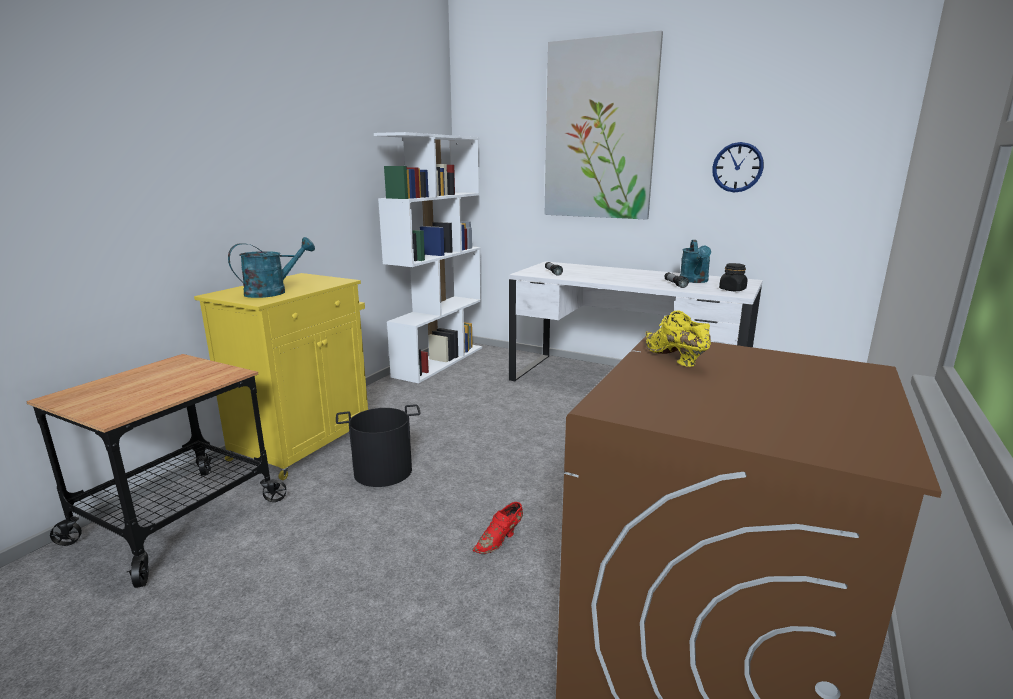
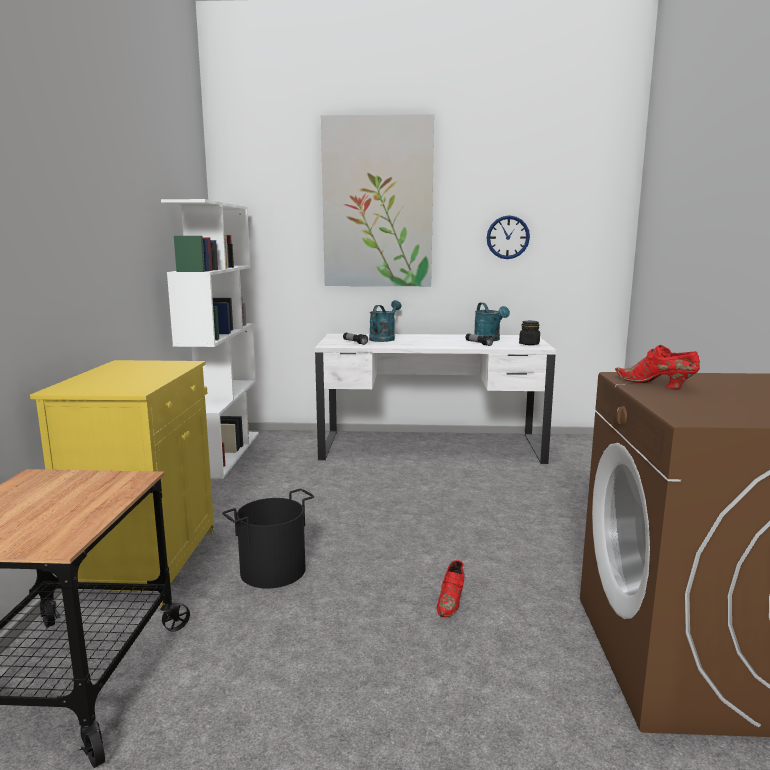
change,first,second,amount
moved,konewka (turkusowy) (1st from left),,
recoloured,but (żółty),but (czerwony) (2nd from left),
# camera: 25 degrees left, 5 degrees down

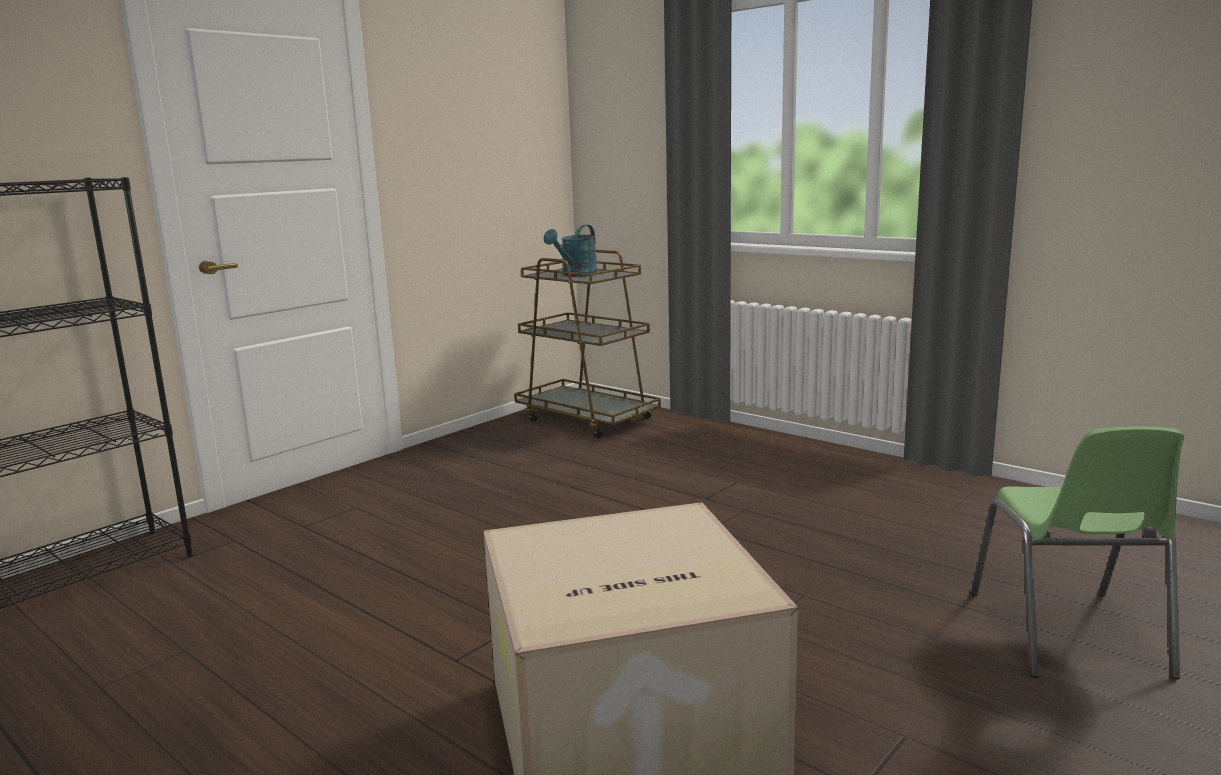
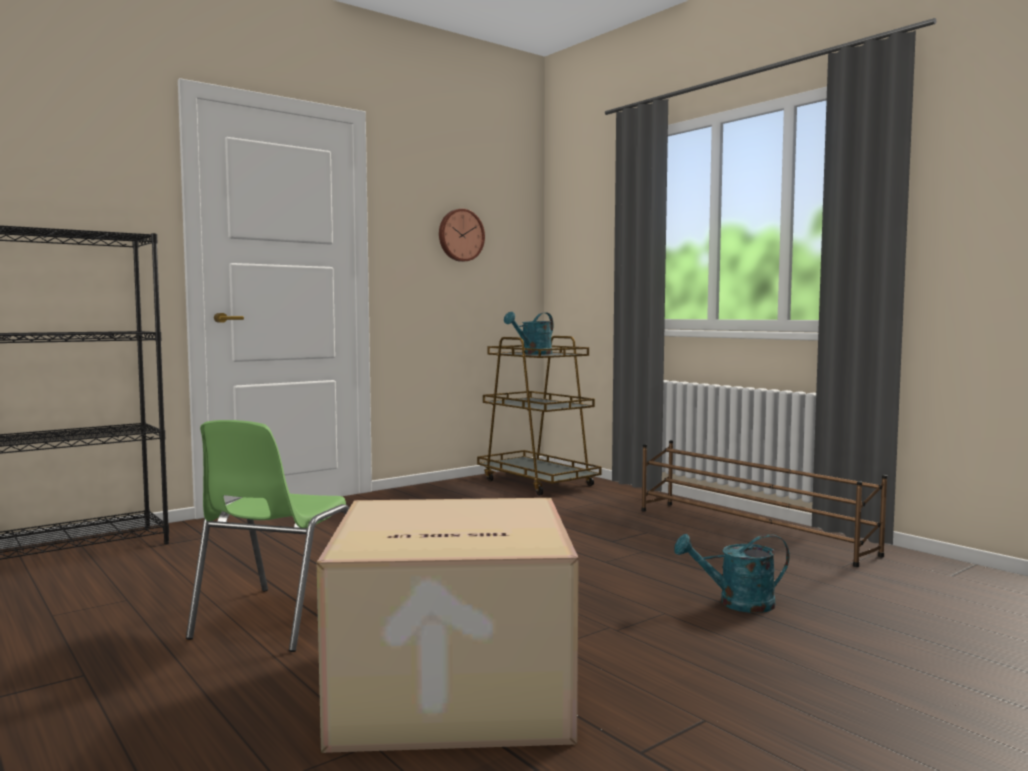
change,first,second,amount
moved,krzesło (zielony),,
added,,zegar ścienny,
added,,regał na buty (brązowy),
added,,konewka (turkusowy) (2nd from left),
# camera: 10 degrees right, 10 degrees down

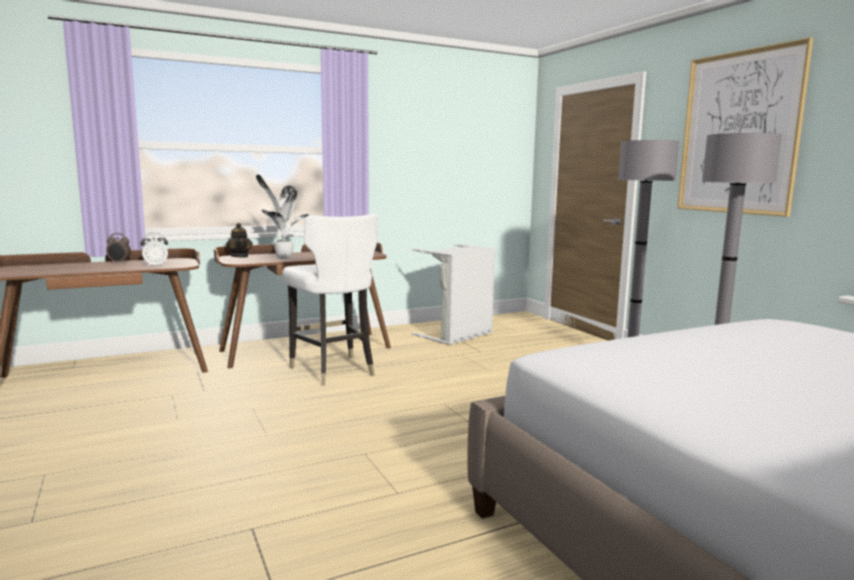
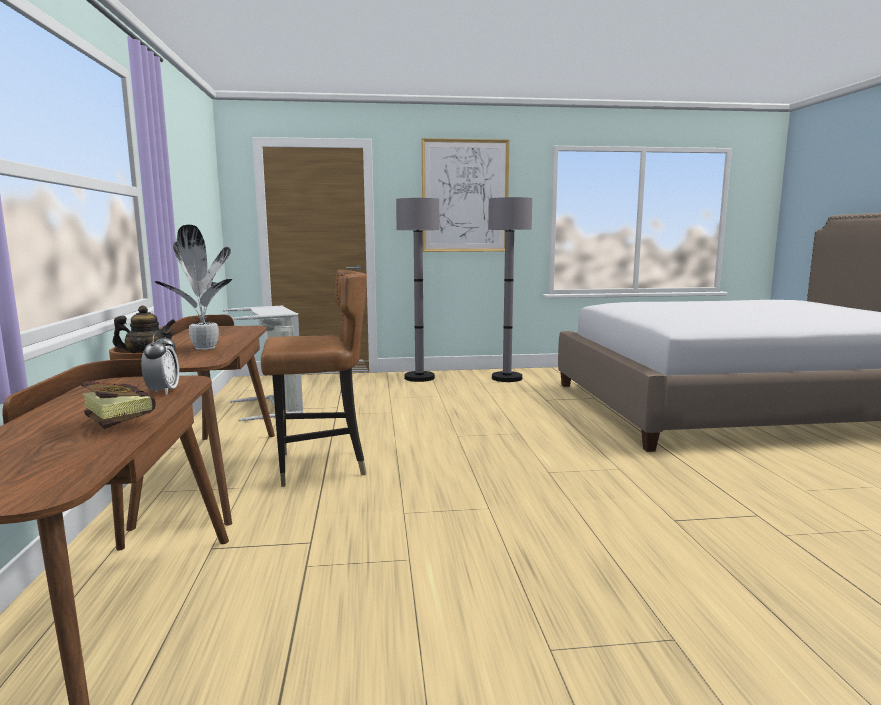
change,first,second,amount
removed,budzik (1st from left),,
recoloured,krzesło (biały),krzesło (brązowy),
added,,książka,
# camera: 70 degrees left, 0 degrees up

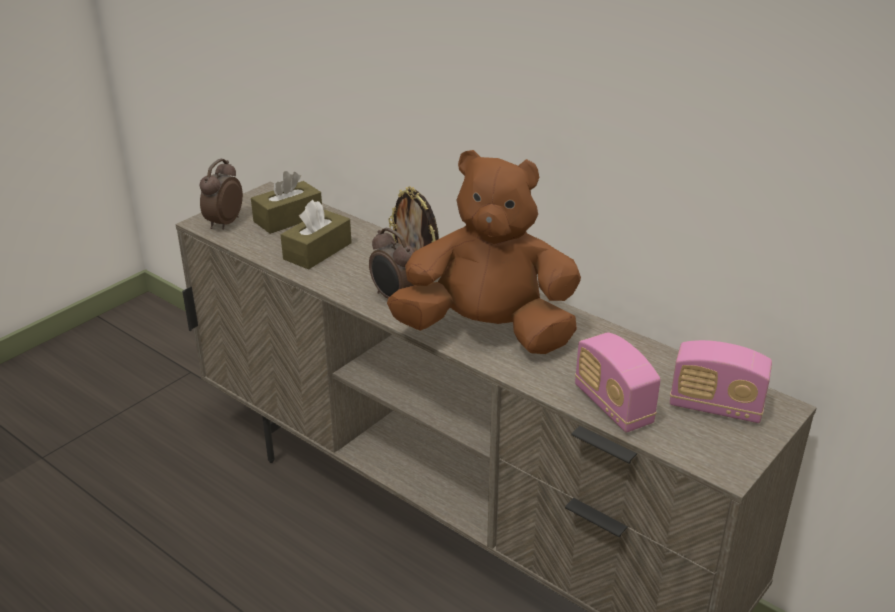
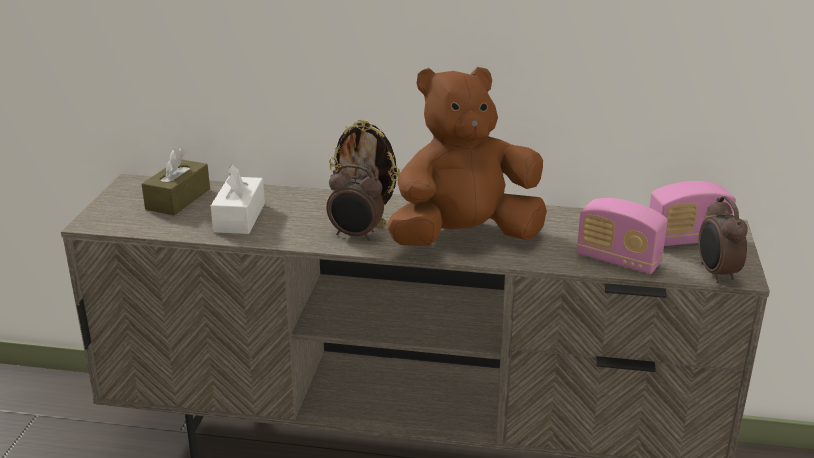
change,first,second,amount
moved,budzik (1st from left in the first image),budzik (2nd from left),
recoloured,pudełko chusteczek (brązowy) (2nd from left),pudełko chusteczek (biały),
# camera: 30 degrees left, 5 degrees down

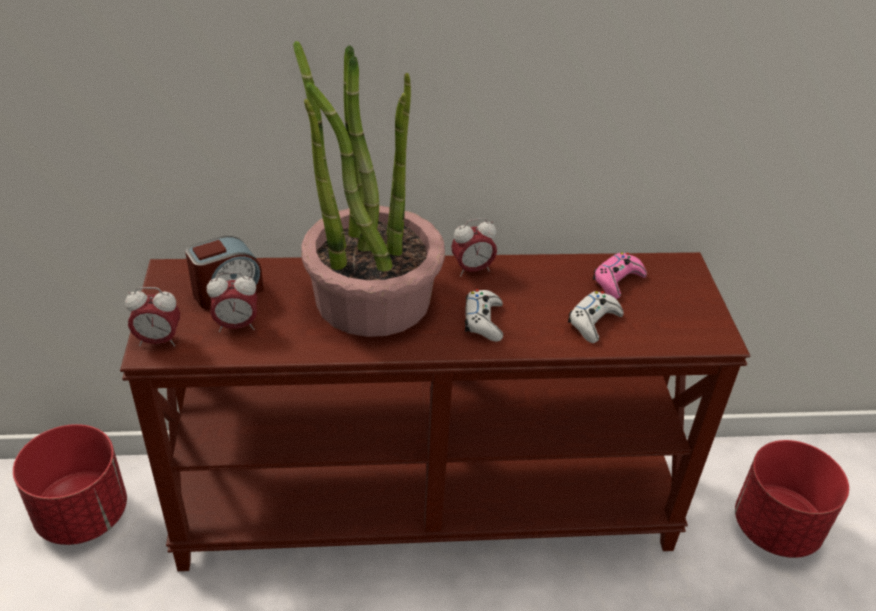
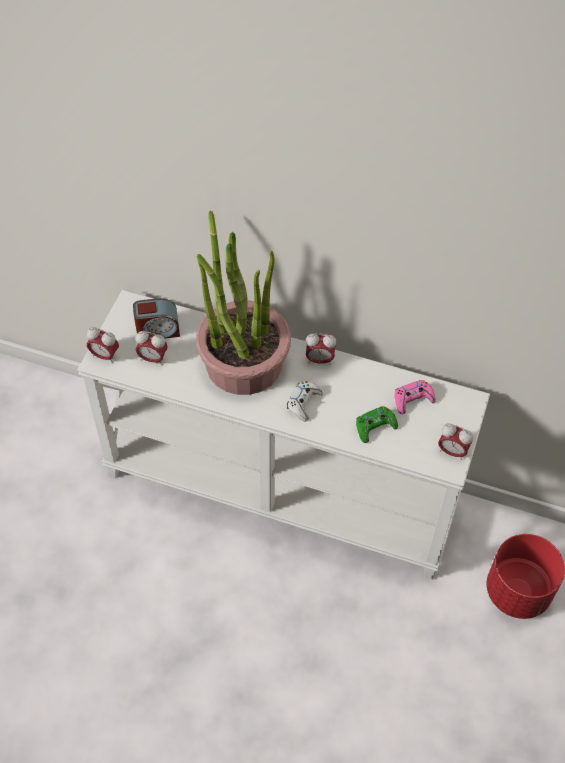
change,first,second,amount
removed,donica (czerwony) (1st from left),,
recoloured,stolik konsolowy (brązowy),stolik konsolowy (biały),
recoloured,pad do gier (biały) (2nd from left),pad do gier (zielony),
added,,budzik (5th from left),
# camera: 25 degrees right, 15 degrees up

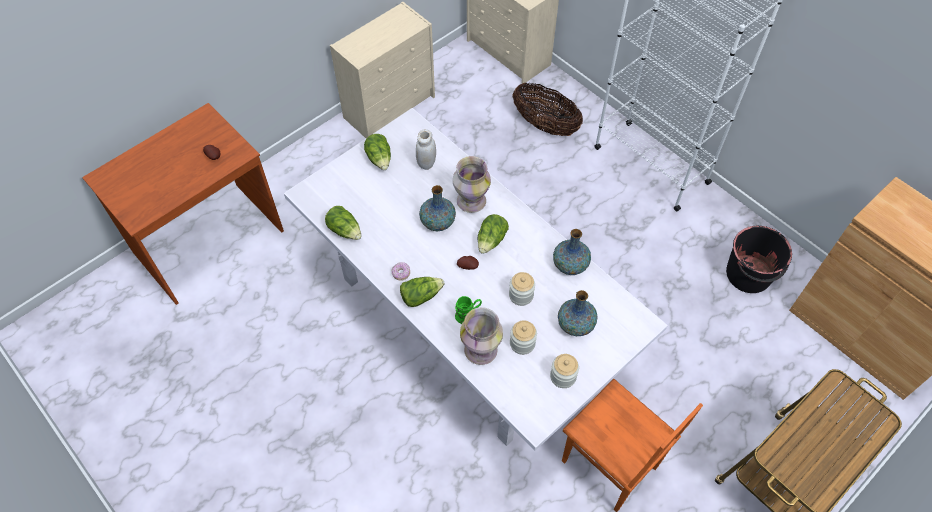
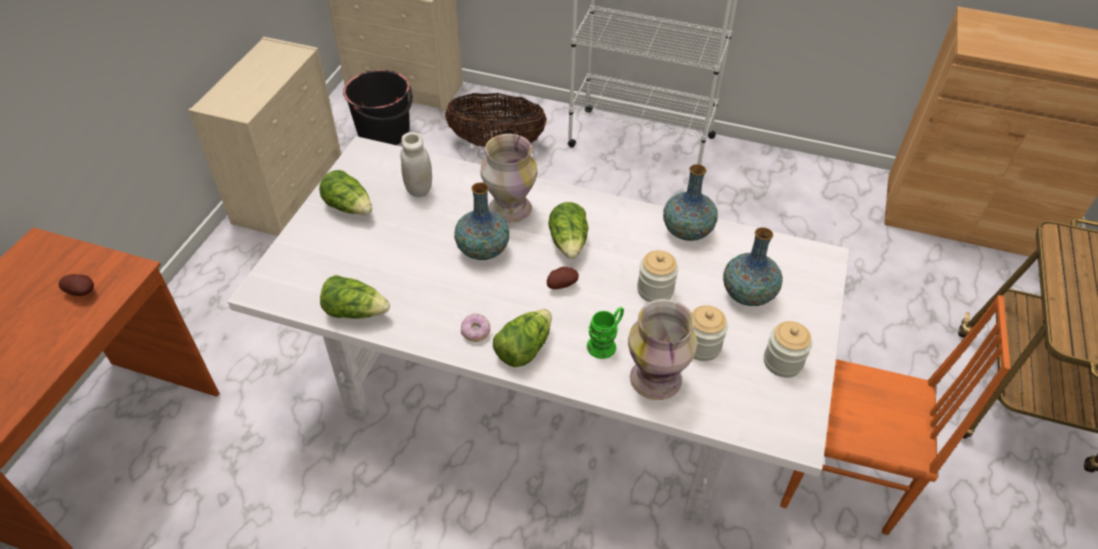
change,first,second,amount
moved,wiadro (czarny),,
# camera: 30 degrees left, 10 degrees down

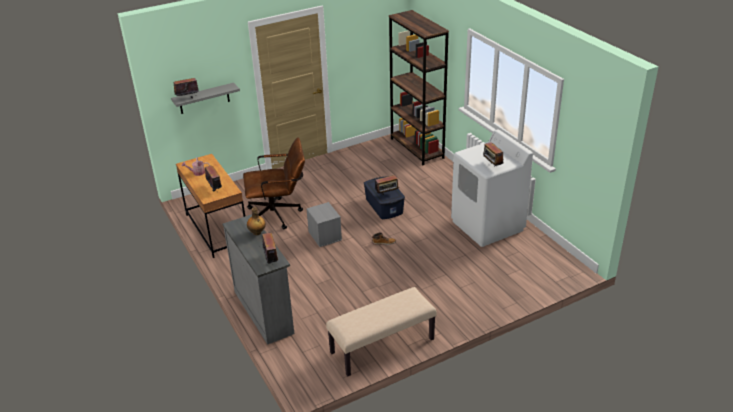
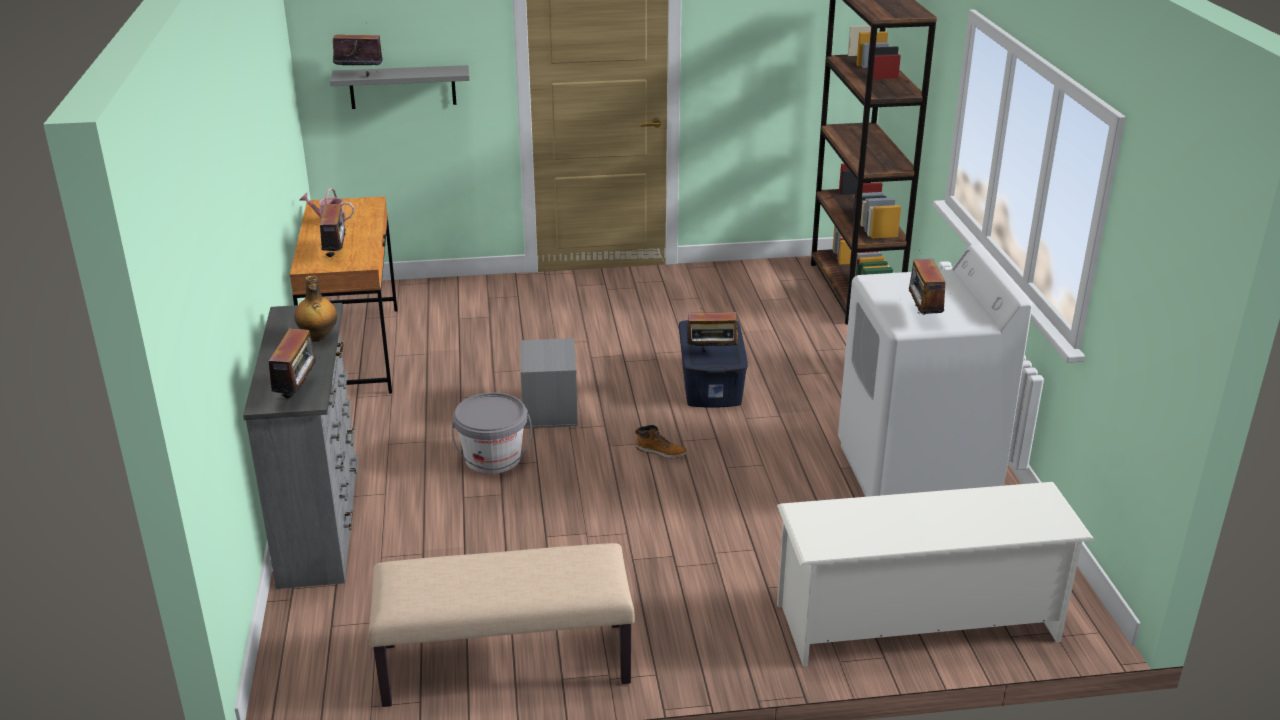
change,first,second,amount
removed,krzesło biurowe (brązowy),,
added,,wiadro (szary),
added,,regał na buty (biały),
# camera: 20 degrees right, 5 degrees down

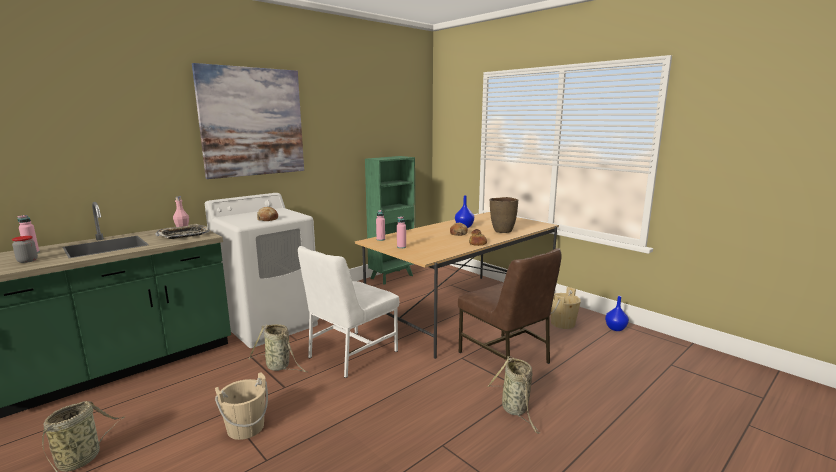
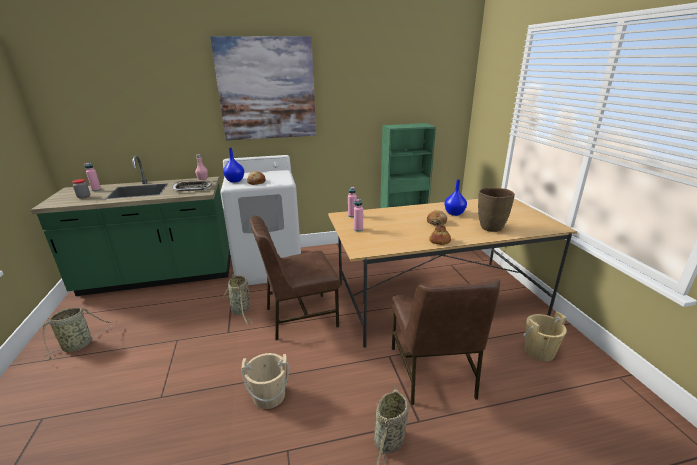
change,first,second,amount
moved,wiadro (beżowy) (1st from left),,
recoloured,krzesło (biały),krzesło (brązowy) (1st from left),
moved,wazon (niebieski) (2nd from left in the first image),wazon (niebieski) (1st from left),
# camera: 30 degrees right, 10 degrees up

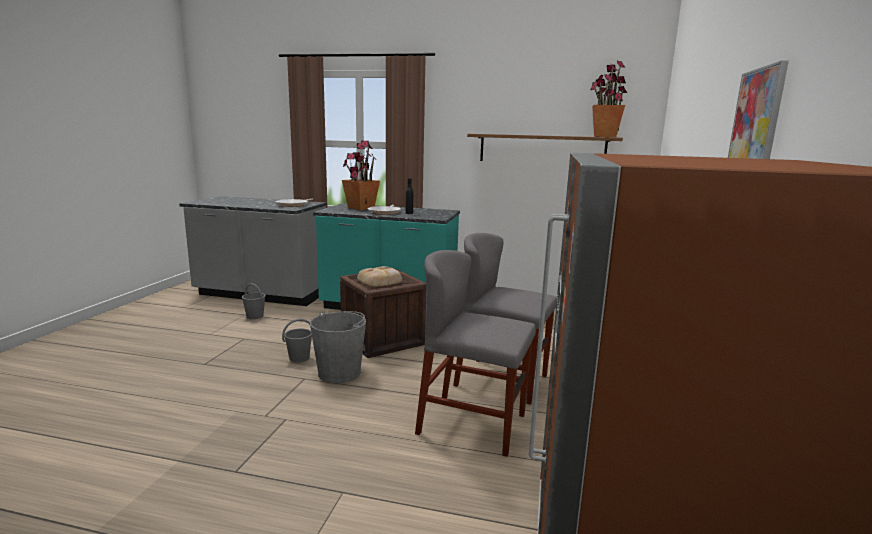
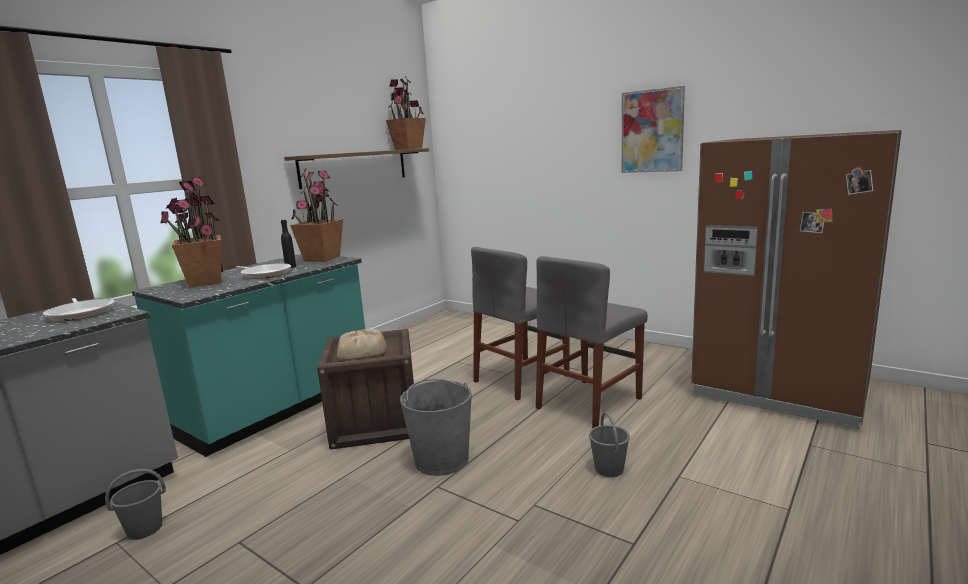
change,first,second,amount
moved,wiadro (szary) (2nd from left in the first image),wiadro (szary) (3rd from left),
added,,roślina doniczkowa (2nd from left),
# camera: 65 degrees left, 0 degrees up

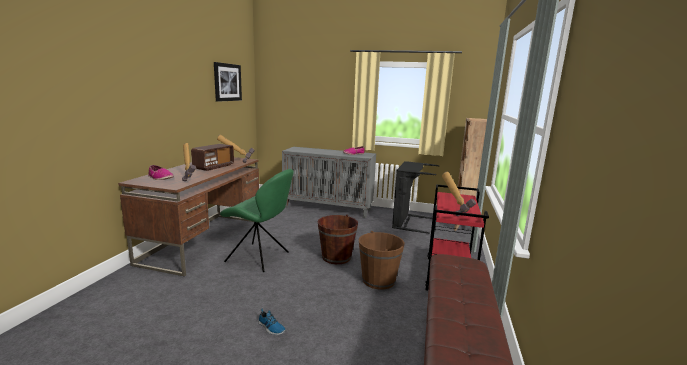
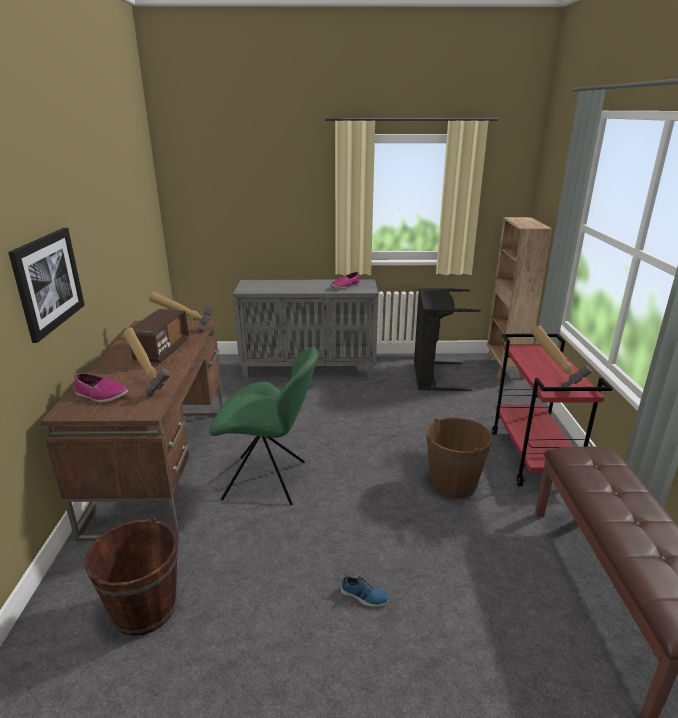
change,first,second,amount
moved,obraz,,
moved,wiadro (brązowy) (1st from left),,
# camera: 15 degrees left, 10 degrees up

